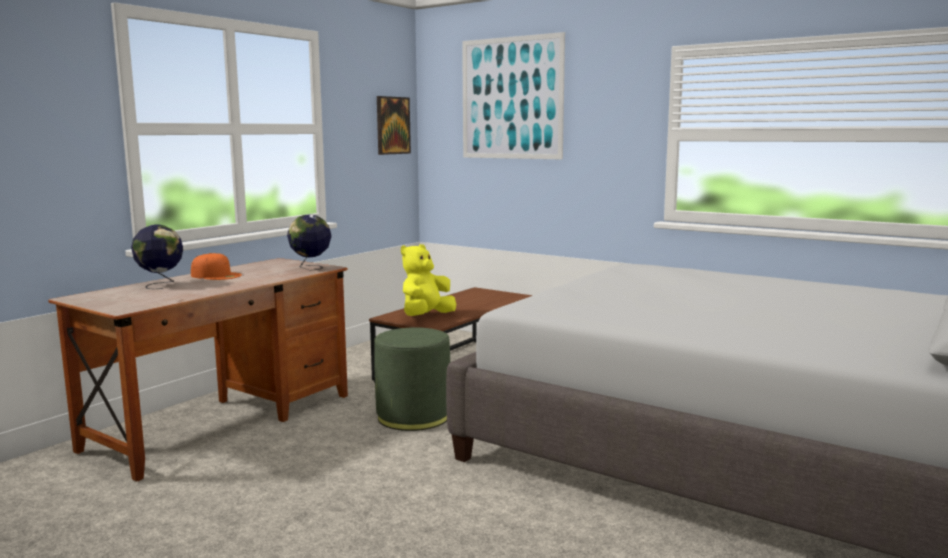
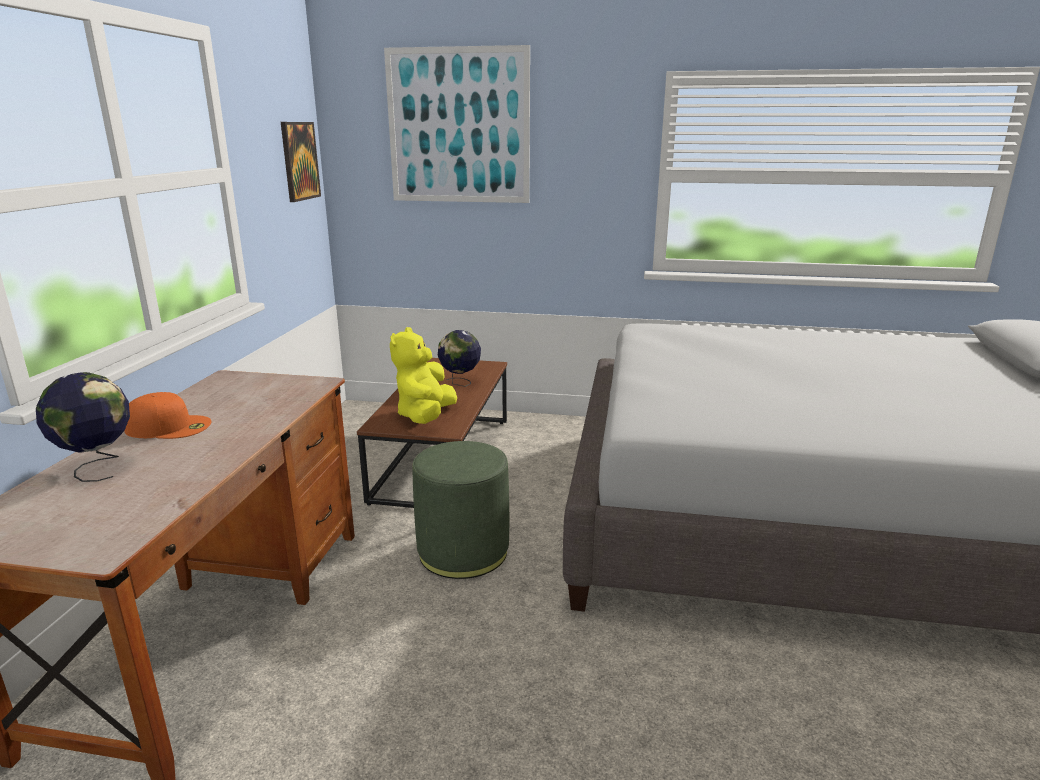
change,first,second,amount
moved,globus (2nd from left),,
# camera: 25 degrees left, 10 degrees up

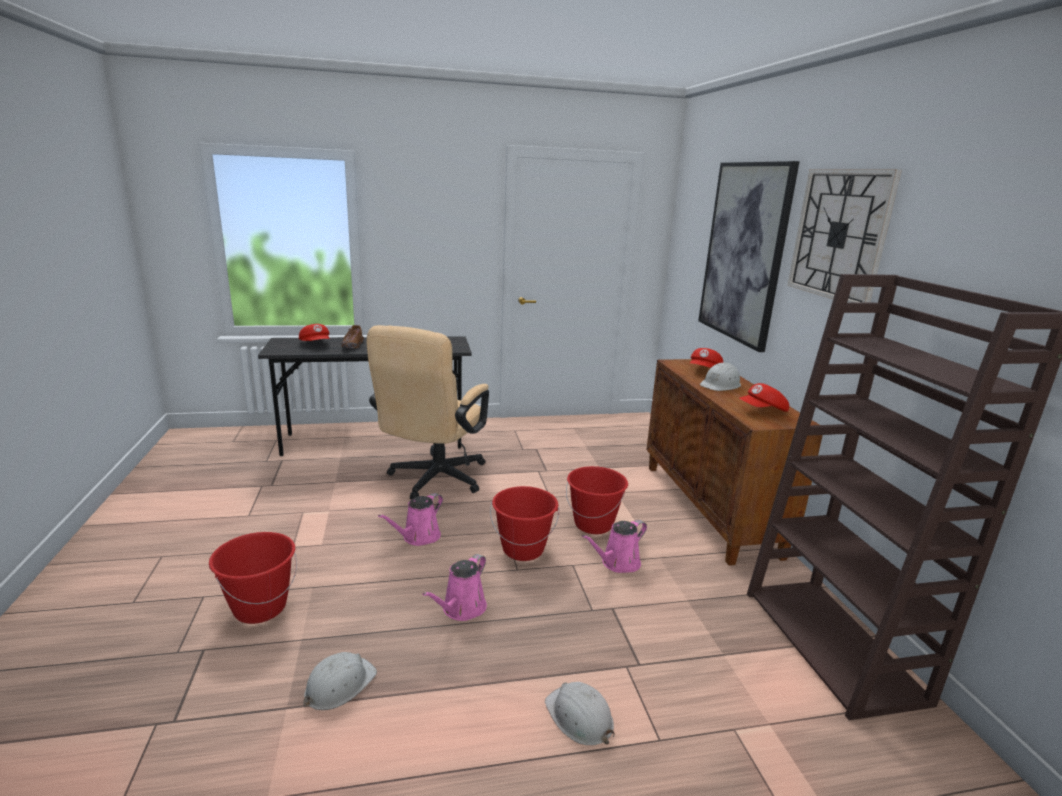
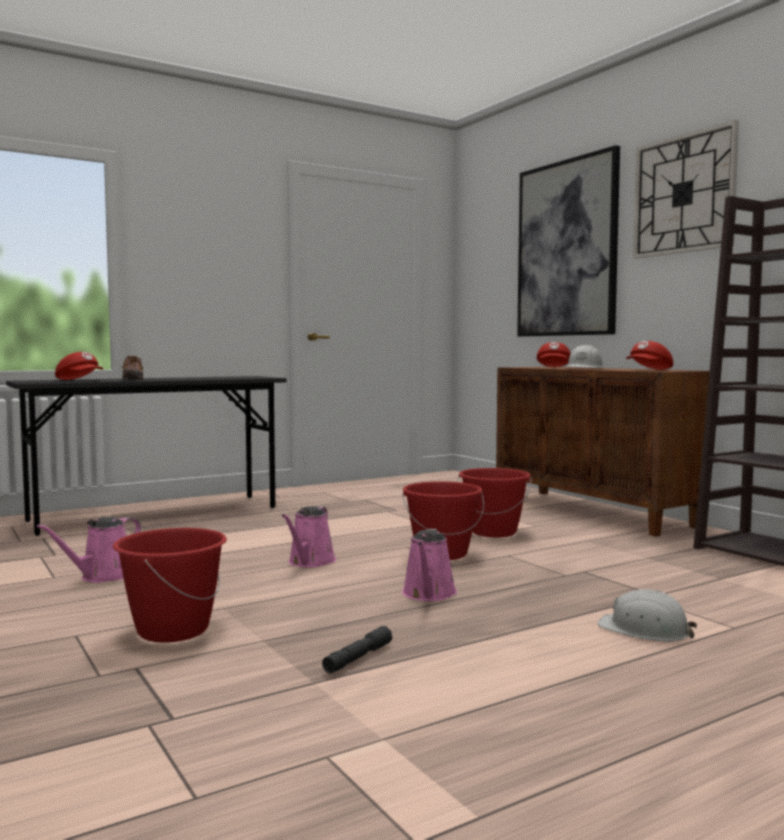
change,first,second,amount
replaced,kask (biały) (1st from left),latarka (szary),
removed,krzesło biurowe (beżowy),,
moved,konewka (różowy) (3rd from left in the first image),konewka (różowy) (1st from left),
# camera: 20 degrees left, 15 degrees down

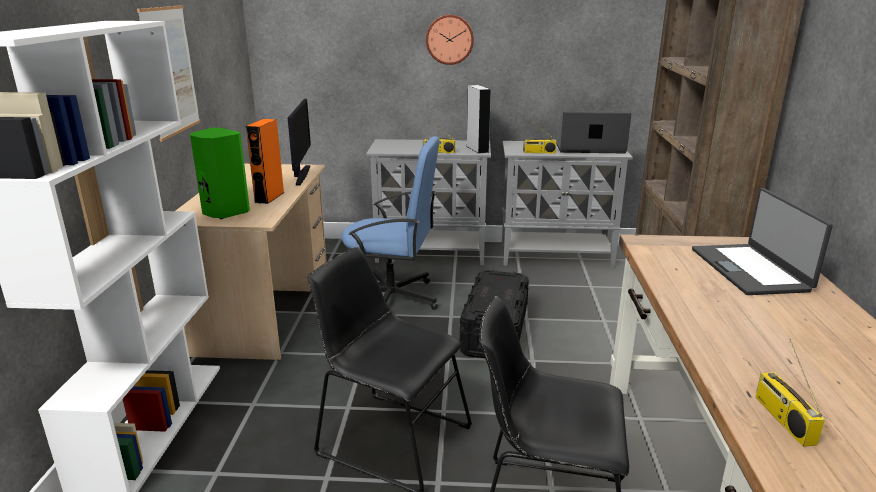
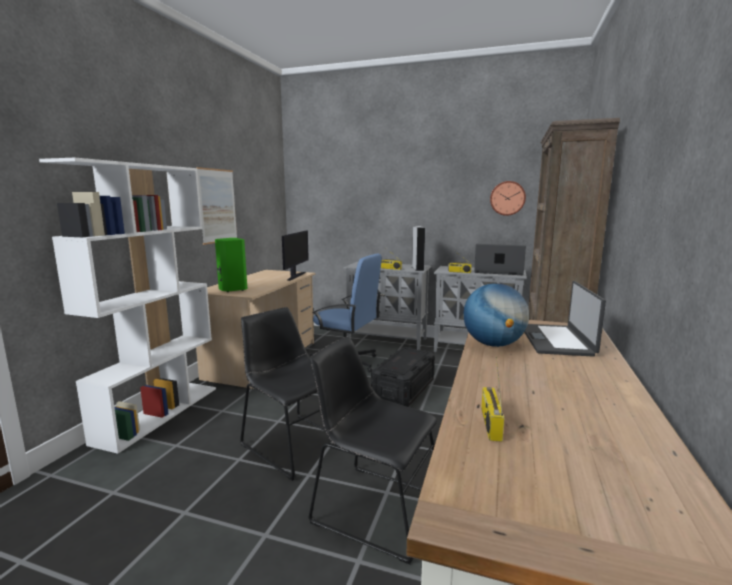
change,first,second,amount
removed,głośnik (pomarańczowy),,
moved,zegar ścienny,,
added,,globus,
# camera: 15 degrees right, 10 degrees down

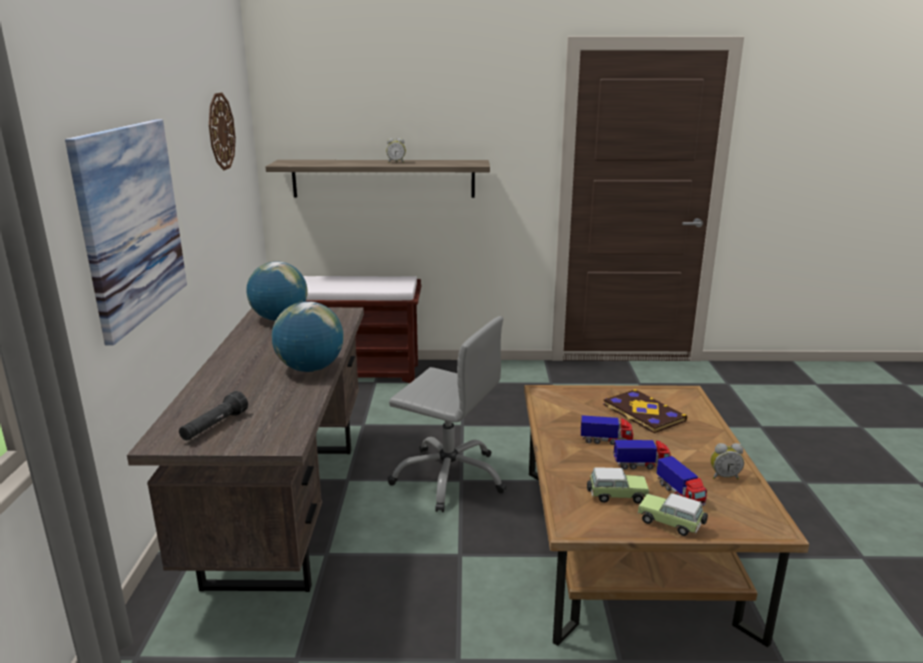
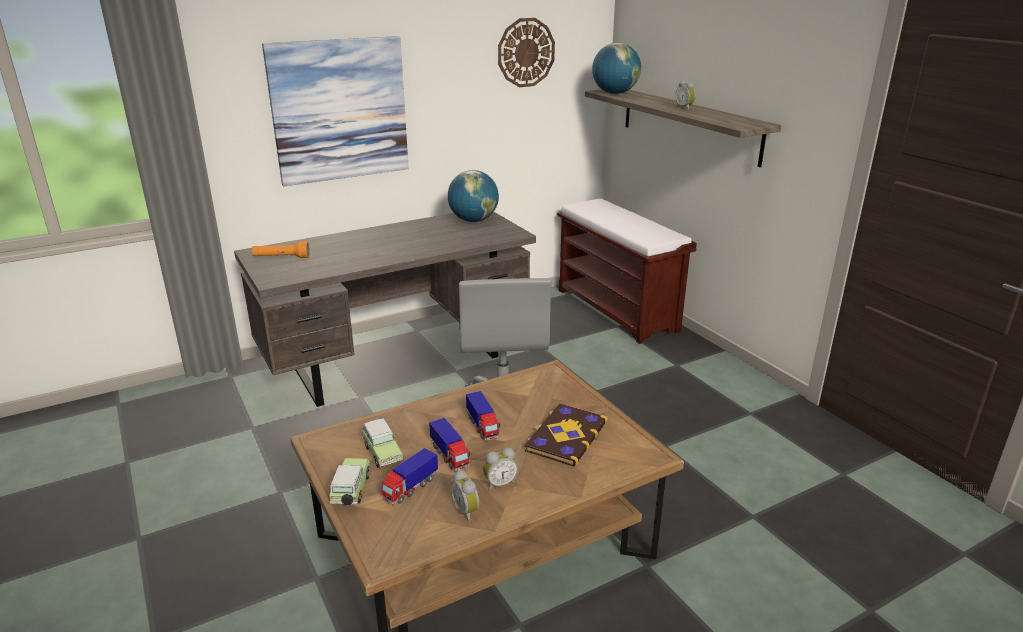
change,first,second,amount
recoloured,latarka (czarny),latarka (pomarańczowy),
moved,globus (2nd from left),,
added,,budzik (2nd from left),
# camera: 60 degrees right, 5 degrees up

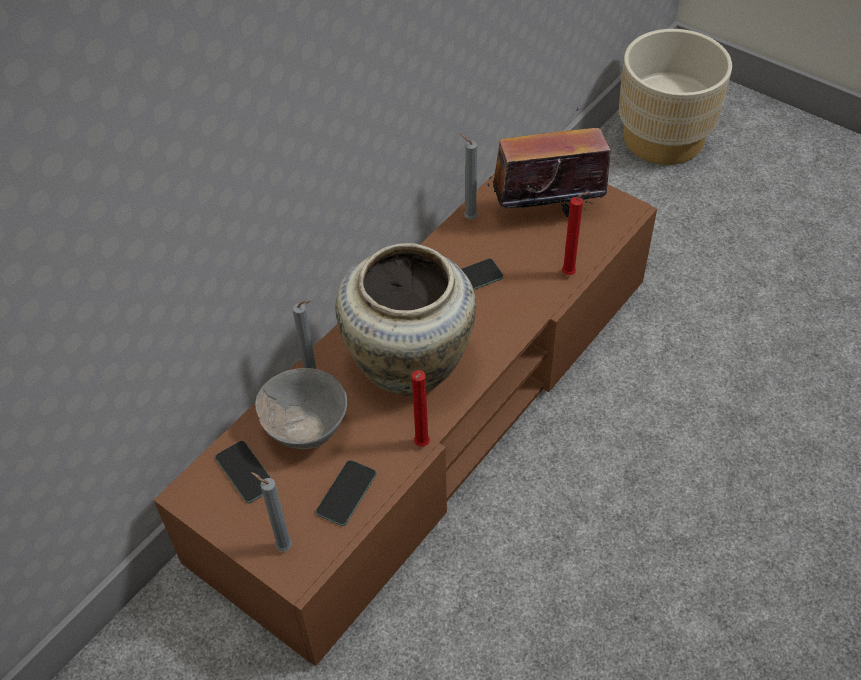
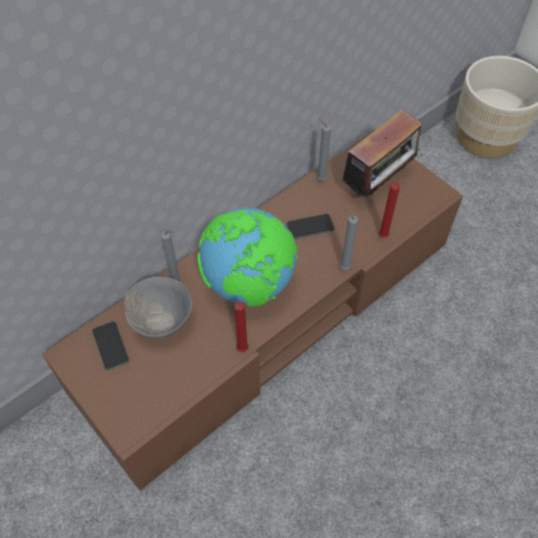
change,first,second,amount
moved,świeca (szary) (1st from left in the first image),świeca (szary) (3rd from left),
removed,telefon (2nd from left),,
replaced,wazon (beżowy),globus,
turned,radio,,135 degrees clockwise
# camera: 10 degrees right, 5 degrees up

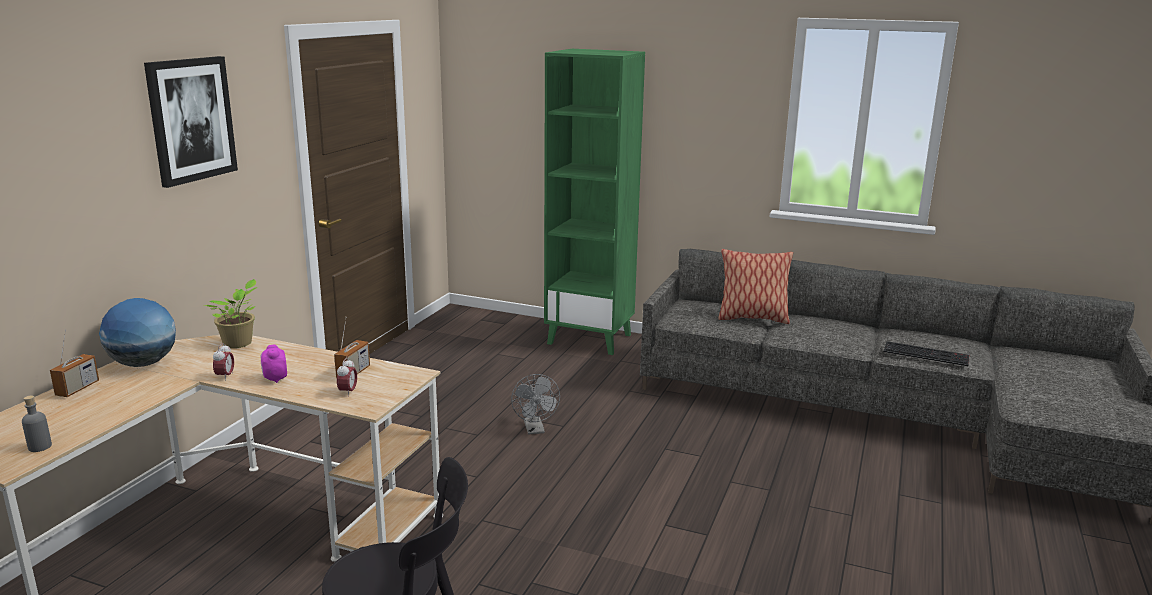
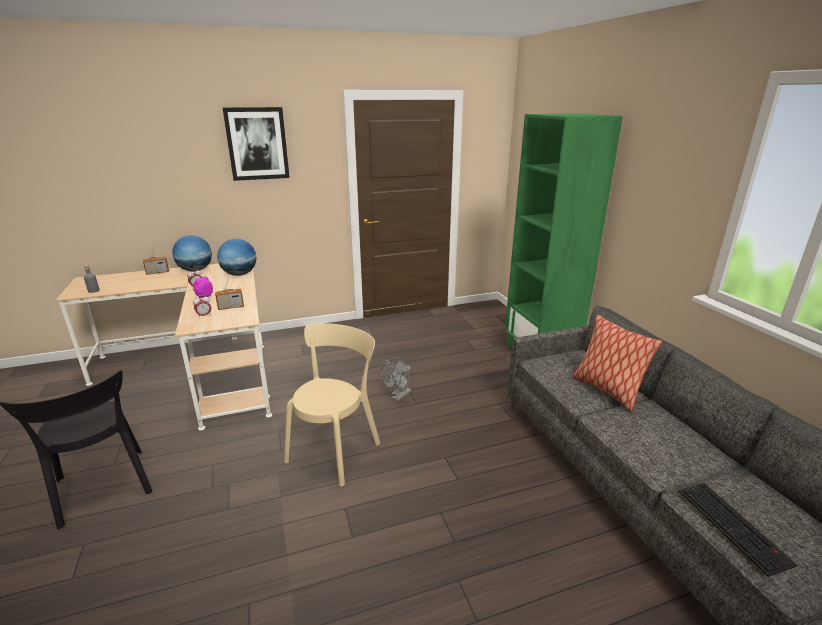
change,first,second,amount
replaced,roślina doniczkowa,globus (2nd from left),
added,,krzesło (beżowy),
# camera: 50 degrees right, 5 degrees up

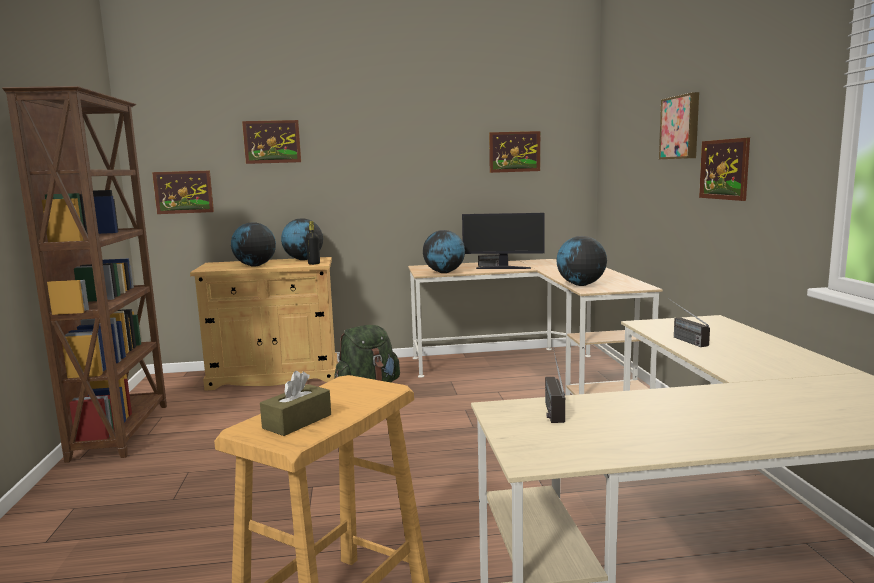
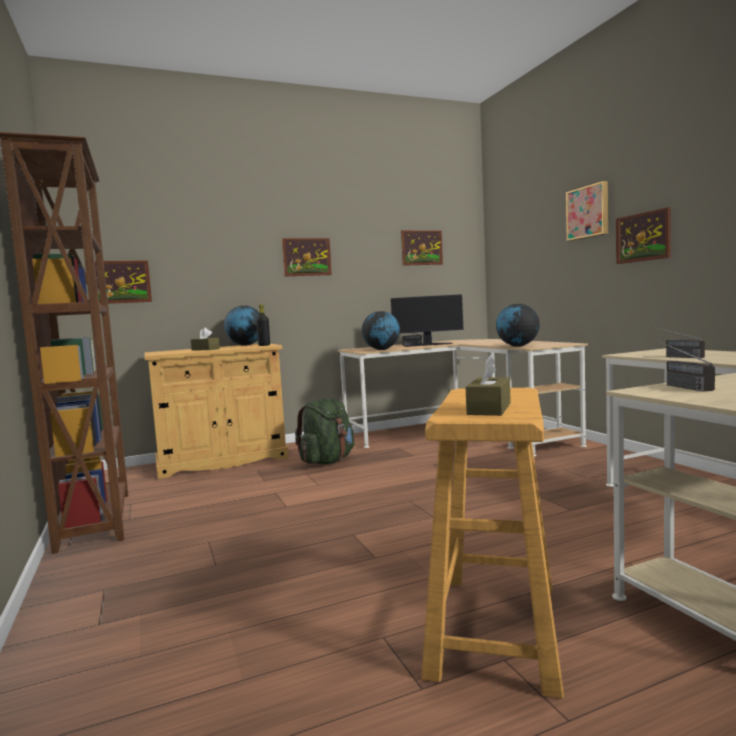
change,first,second,amount
replaced,globus (1st from left),pudełko chusteczek (brązowy) (1st from left),
moved,obraz (2nd from left),,
# camera: 15 degrees left, 5 degrees down

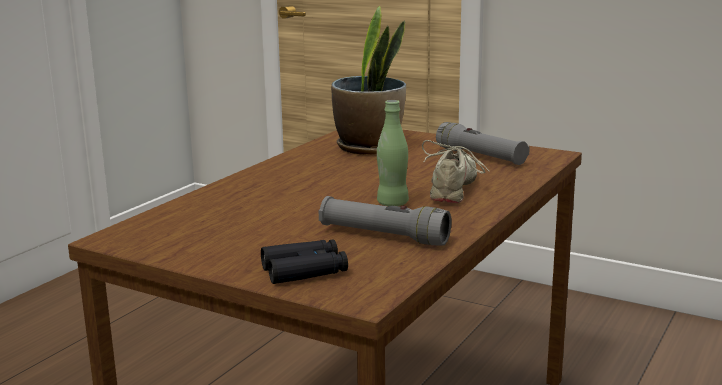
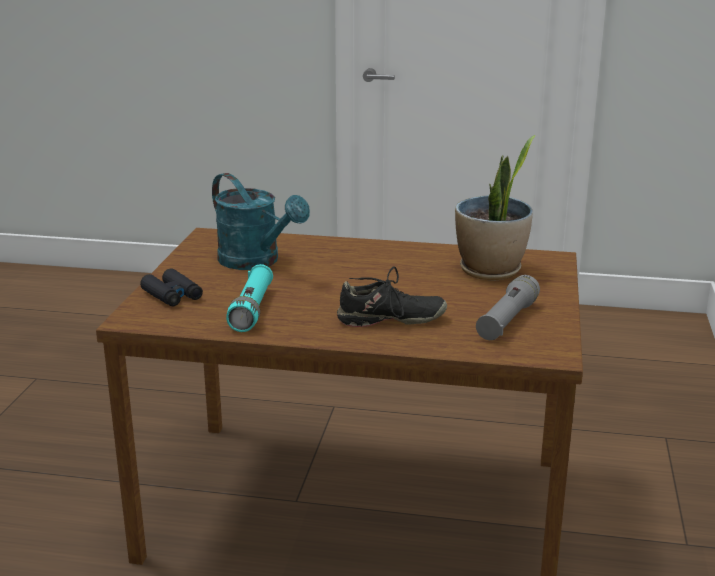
change,first,second,amount
recoloured,latarka (szary) (1st from left),latarka (turkusowy),
removed,butelka (zielony),,
recoloured,but (beżowy),but (czarny),
added,,konewka (turkusowy),
# camera: 70 degrees right, 5 degrees up

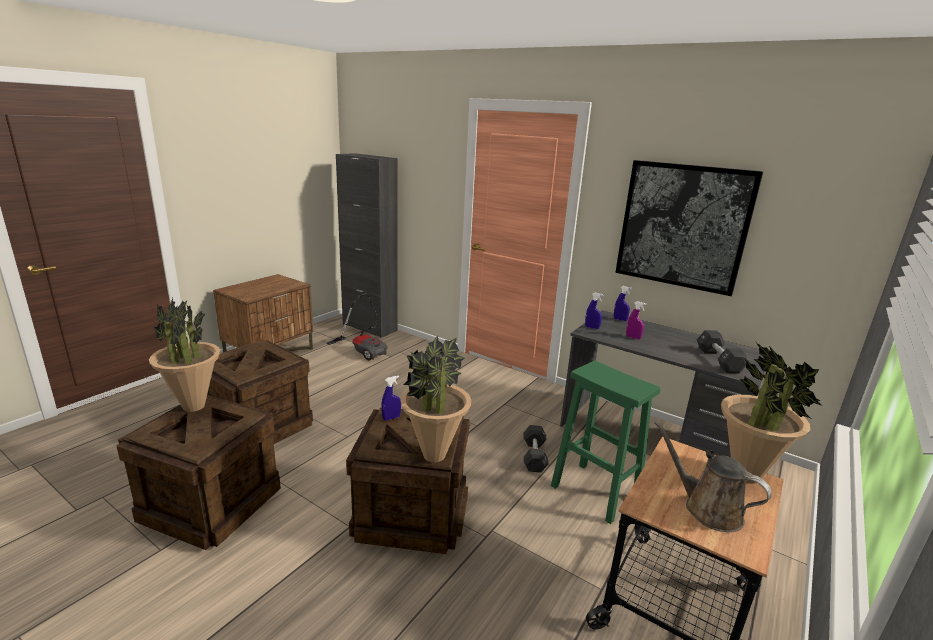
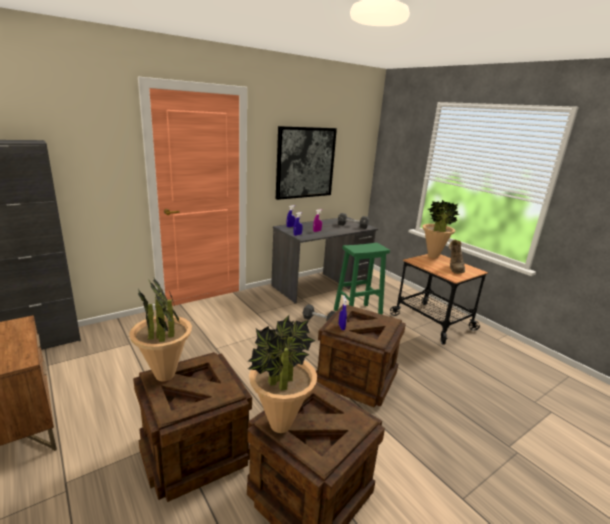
change,first,second,amount
removed,odkurzacz,,
moved,roślina doniczkowa (2nd from left in the first image),roślina doniczkowa (1st from left),
replaced,konewka (brązowy),but z cholewką (brązowy),
# camera: 70 degrees left, 0 degrees up

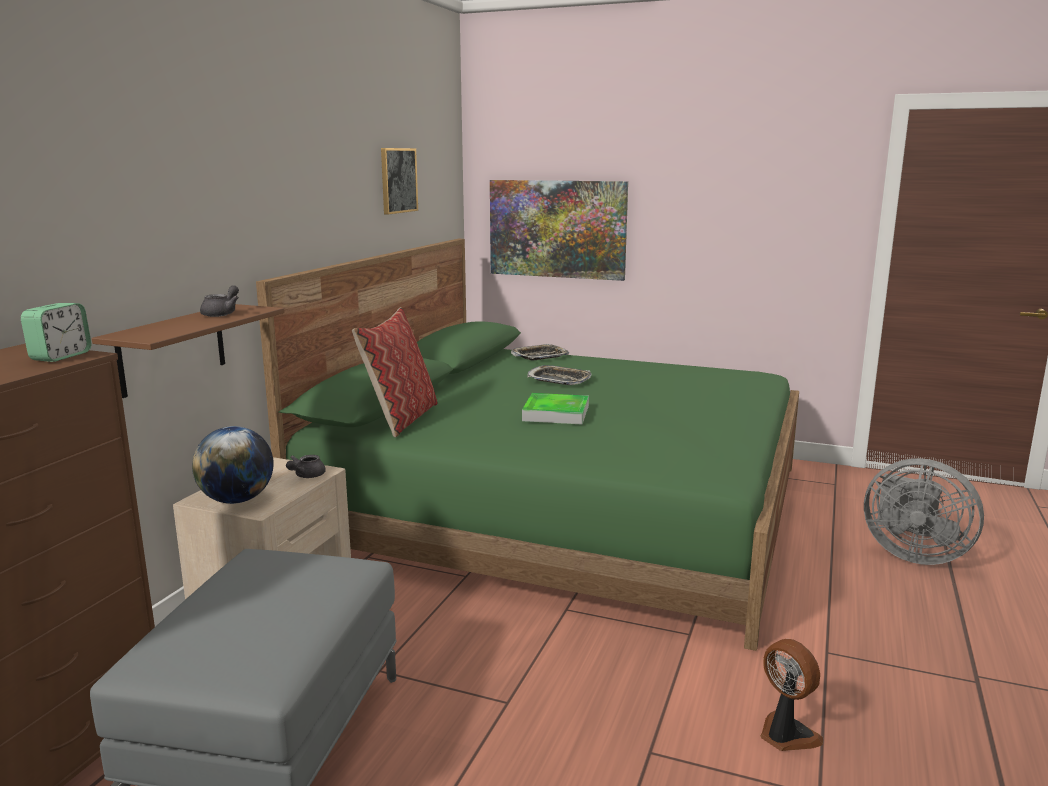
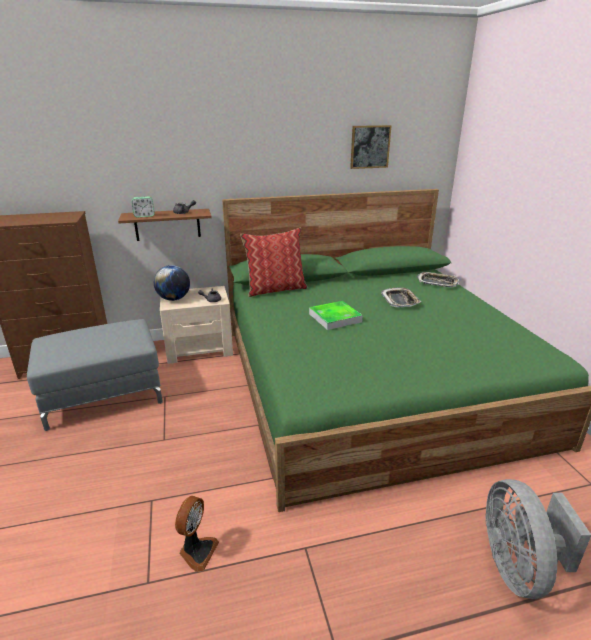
change,first,second,amount
moved,budzik,,
removed,obraz (2nd from left),,
# camera: 55 degrees right, 10 degrees up

